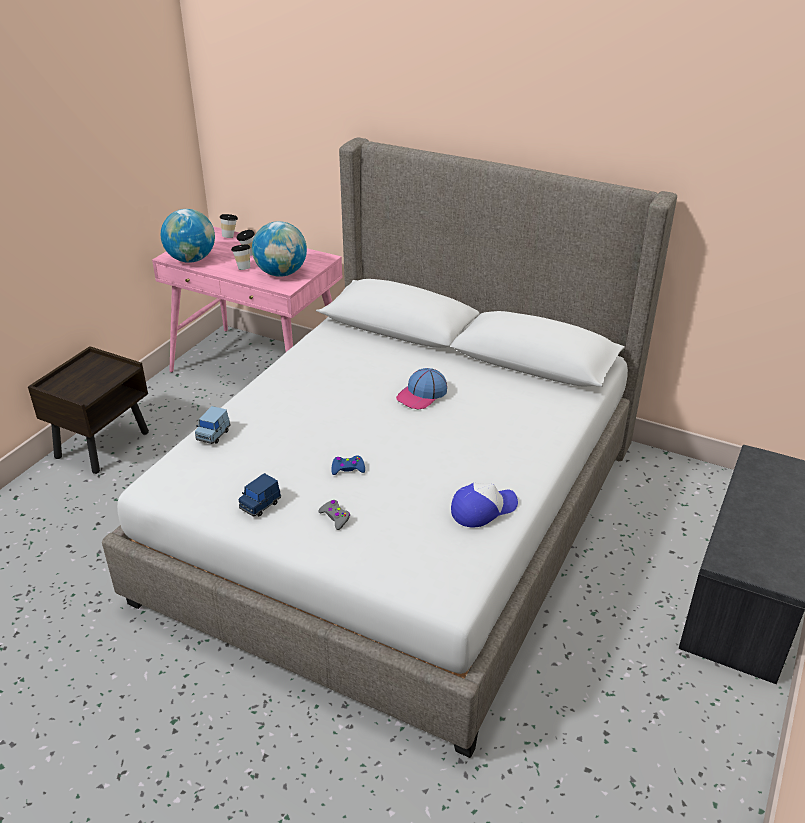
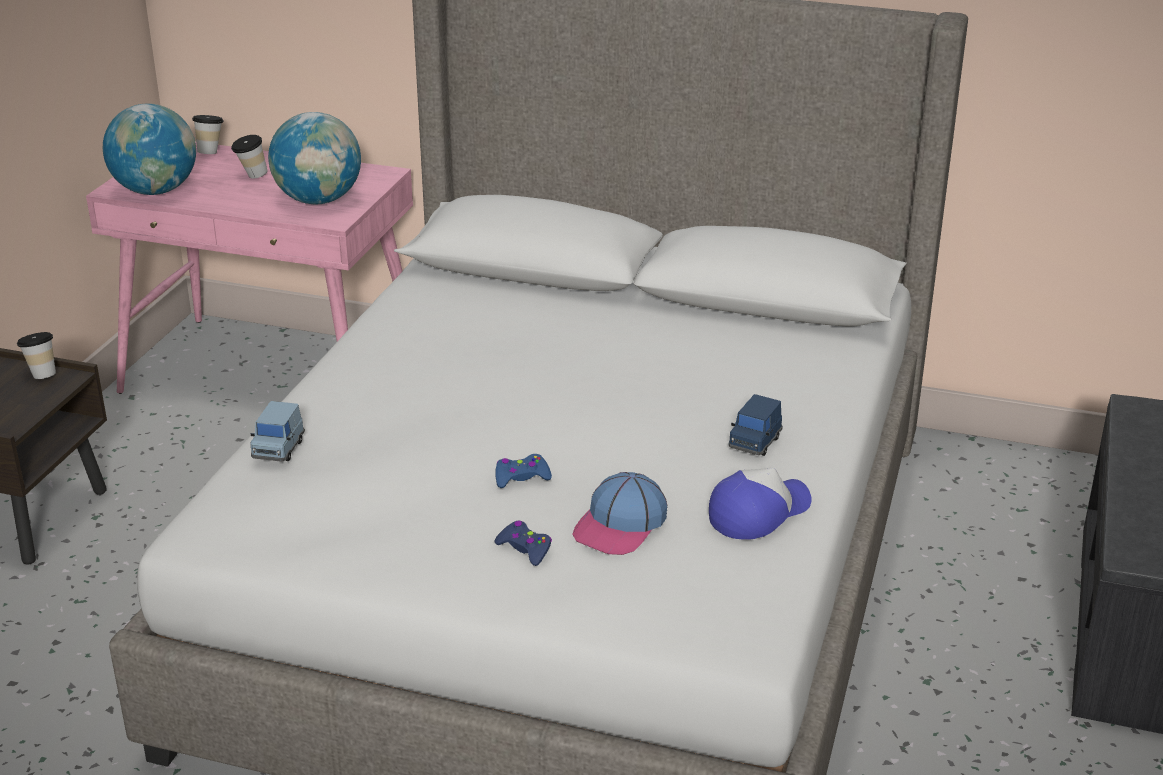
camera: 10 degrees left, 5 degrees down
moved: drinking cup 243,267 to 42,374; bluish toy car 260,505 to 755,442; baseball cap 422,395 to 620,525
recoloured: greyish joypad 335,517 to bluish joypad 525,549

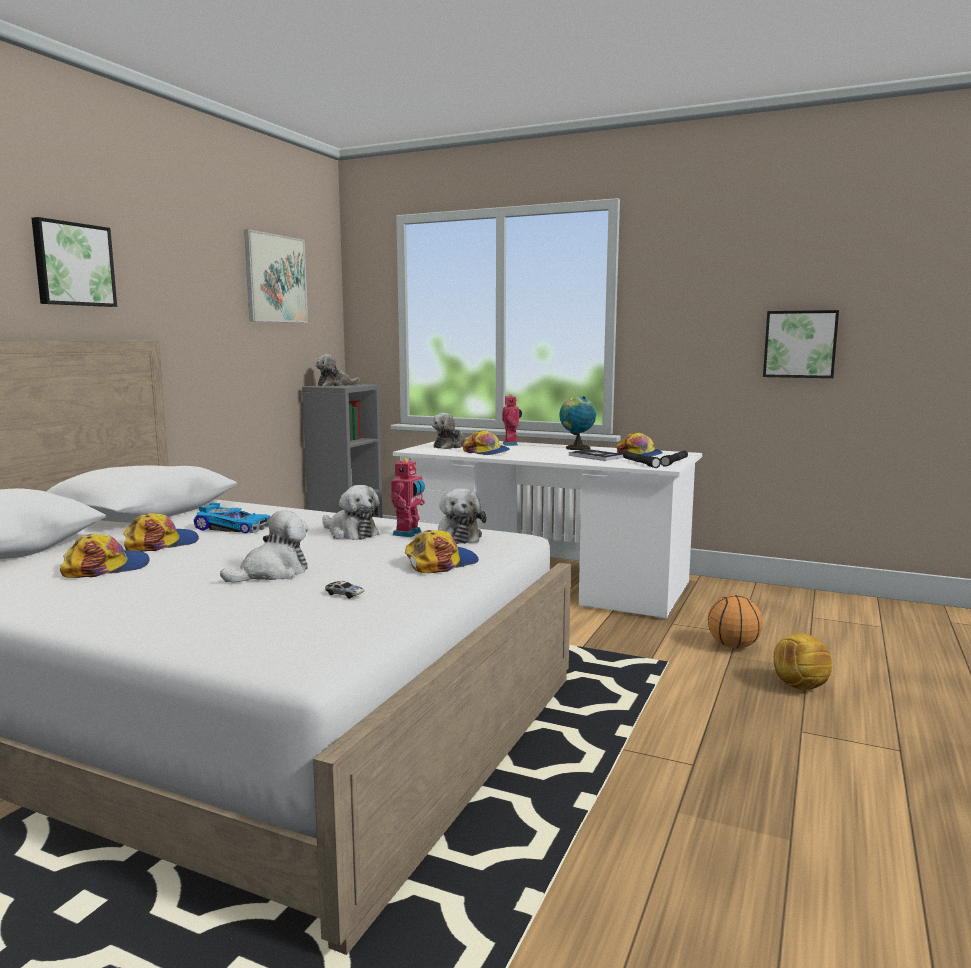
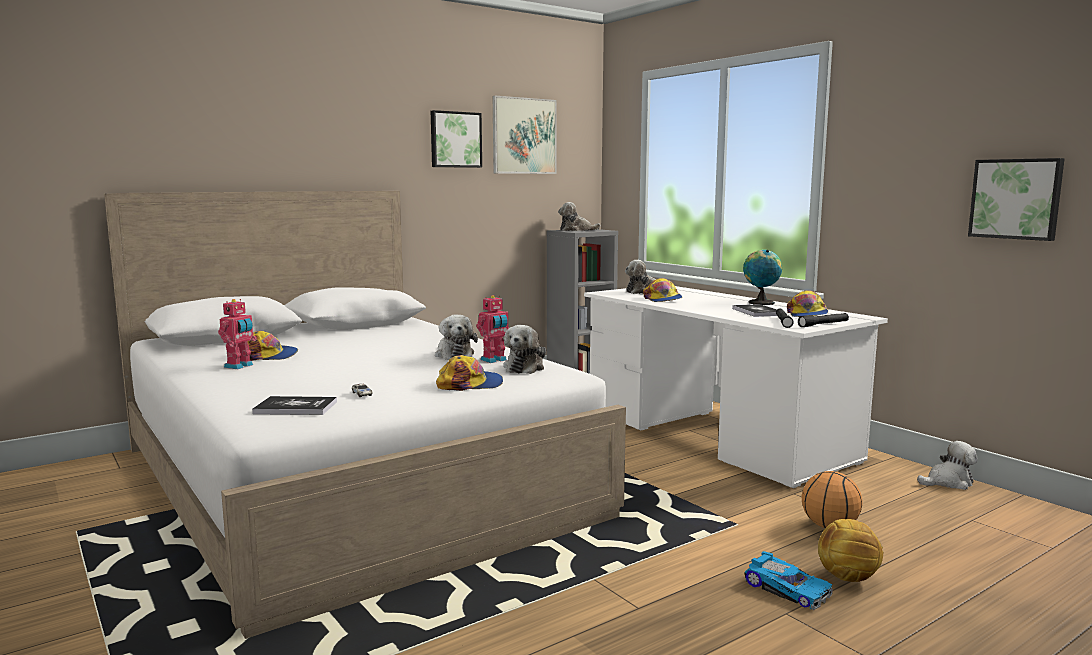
camera: 30 degrees right, 0 degrees up
removed: baseball cap 161,543
added: book 295,407
moved: wall art 73,264 to 455,139; toy car 234,527 to 788,588; plush toy 272,573 to 948,482; model robot 511,444 to 240,366

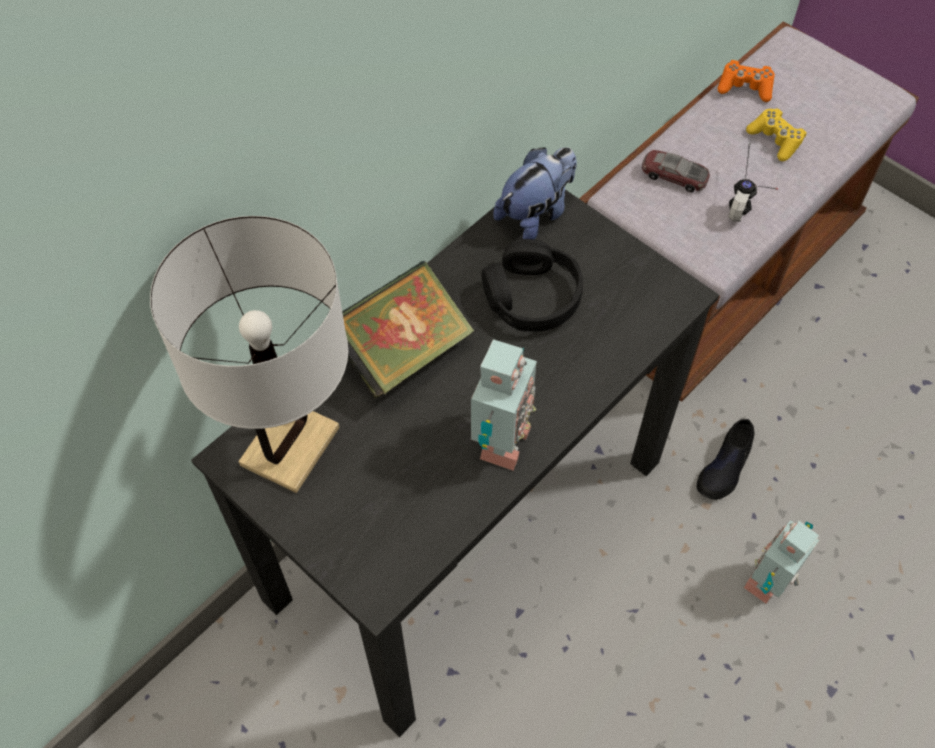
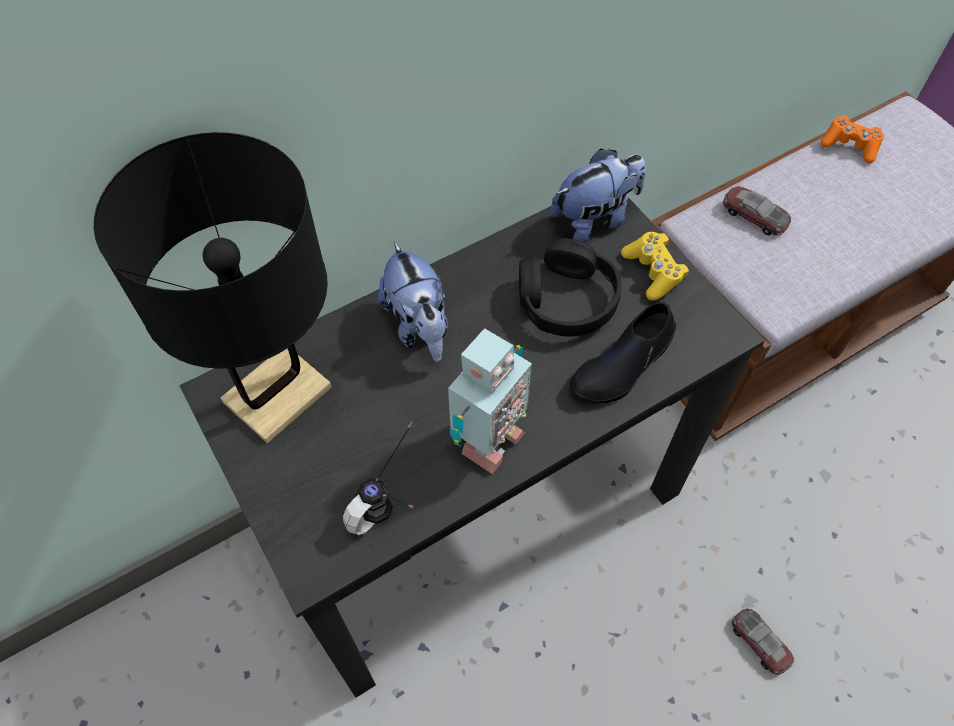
camera: 15 degrees right, 0 degrees up
moved: black-coloured shoe 725,466 to 622,365; headphones 749,201 to 398,502; yellowish joypad 775,140 to 653,271
replaced: book 403,352 to plush toy 419,326; model robot 770,582 to toy car 760,642
recoloured: white tabletop lamp 290,447 to black-coloured tabletop lamp 277,395

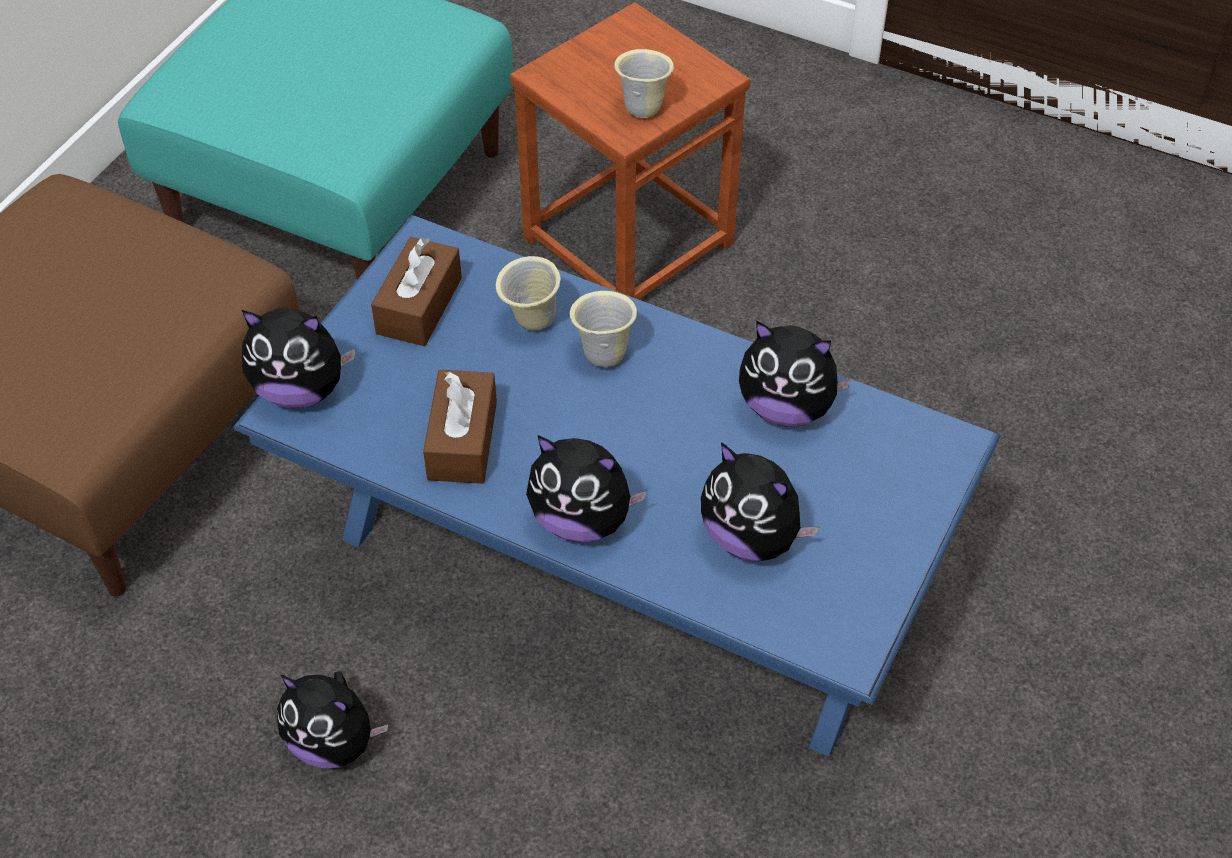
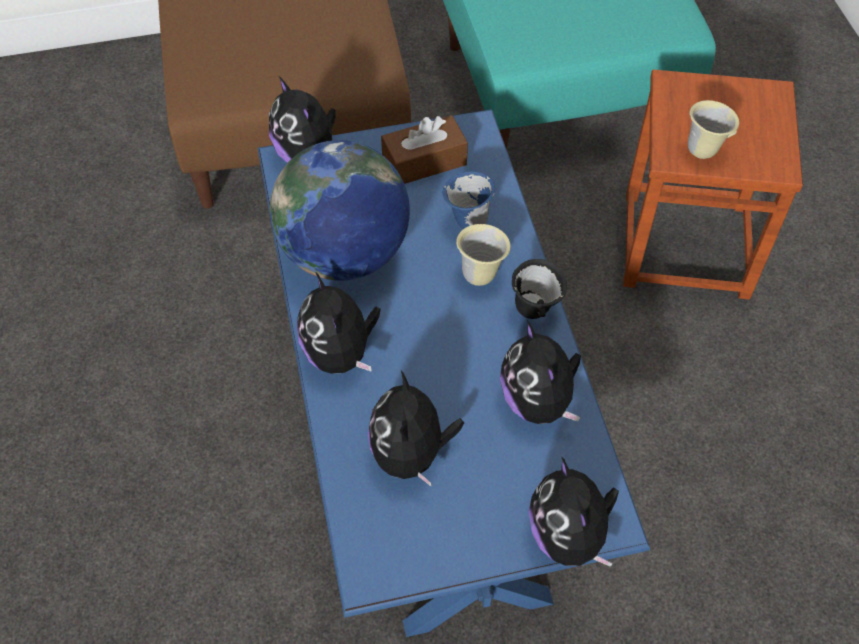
camera: 50 degrees right, 5 degrees up
added: black-coloured mug 535,312
moved: plush toy 334,742 to 569,536
replaced: brownish tissue holder 462,440 to desk globe 344,253
recoloured: beige mug 530,323 to bluish mug 467,221

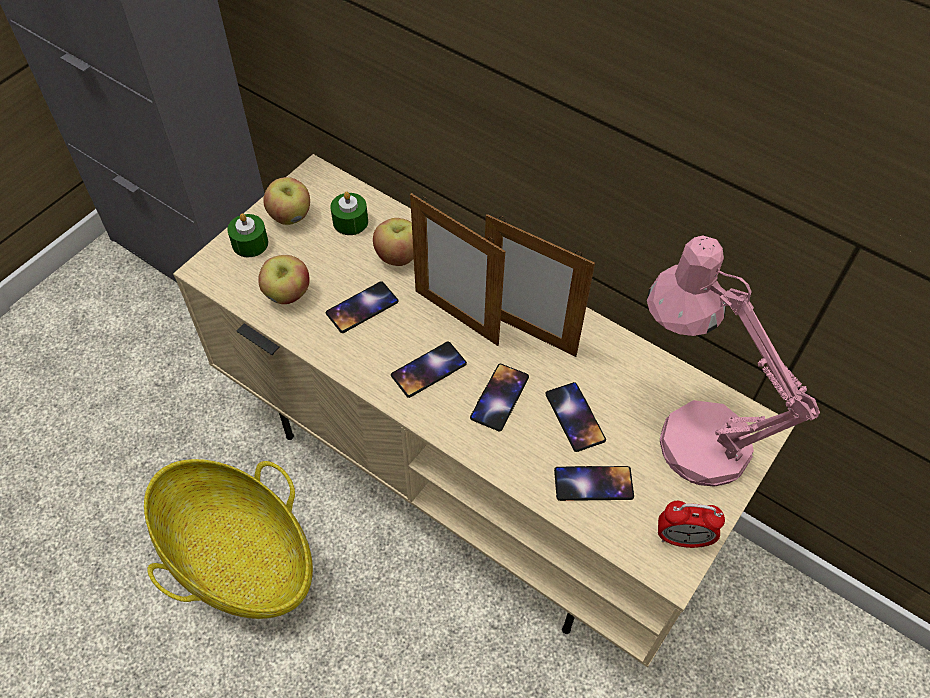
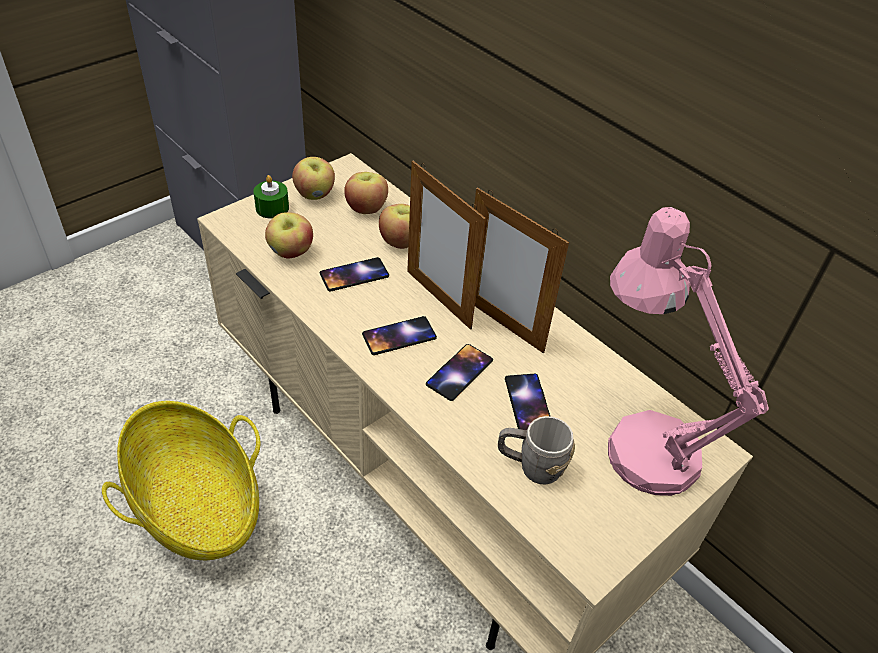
camera: 10 degrees right, 10 degrees down
removed: table clock 682,539
replaced: green-coloured wax light 350,222 to whole apple 366,208; handset 593,483 to greyish mug 531,466

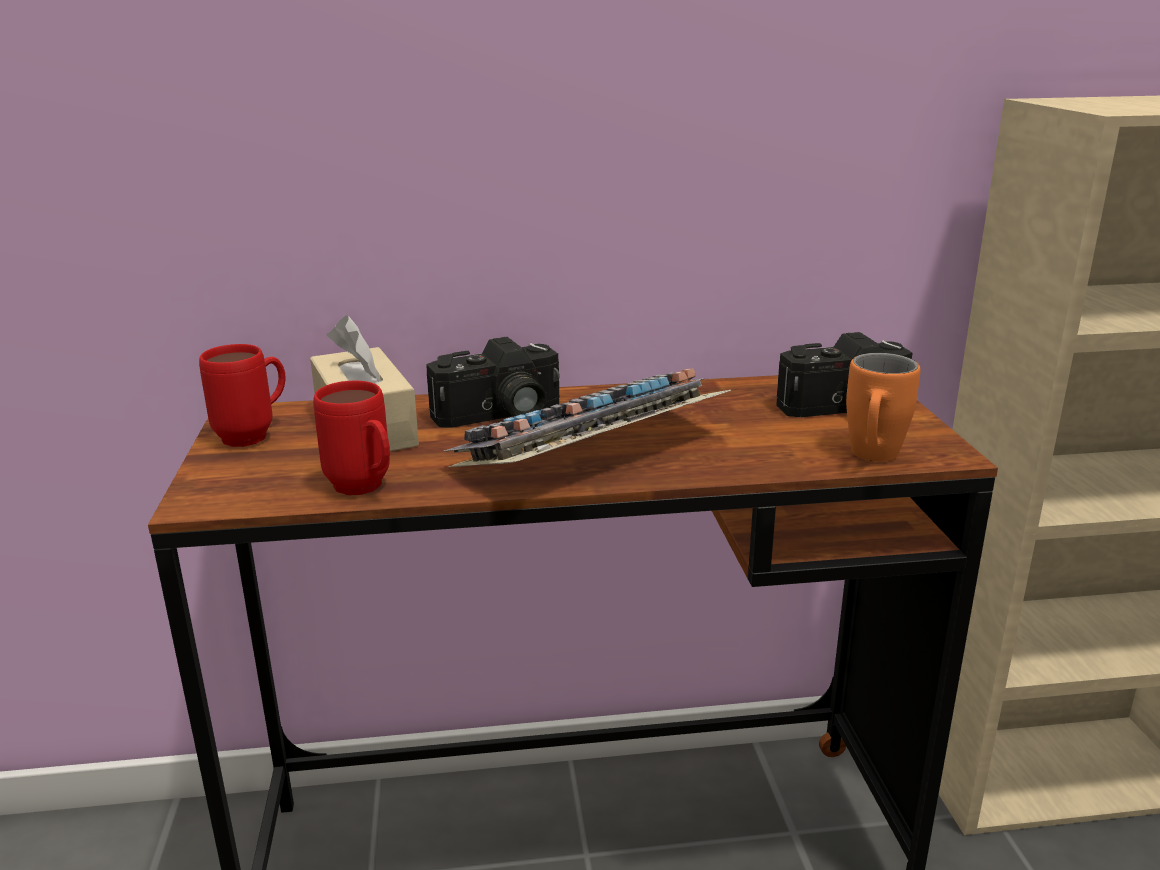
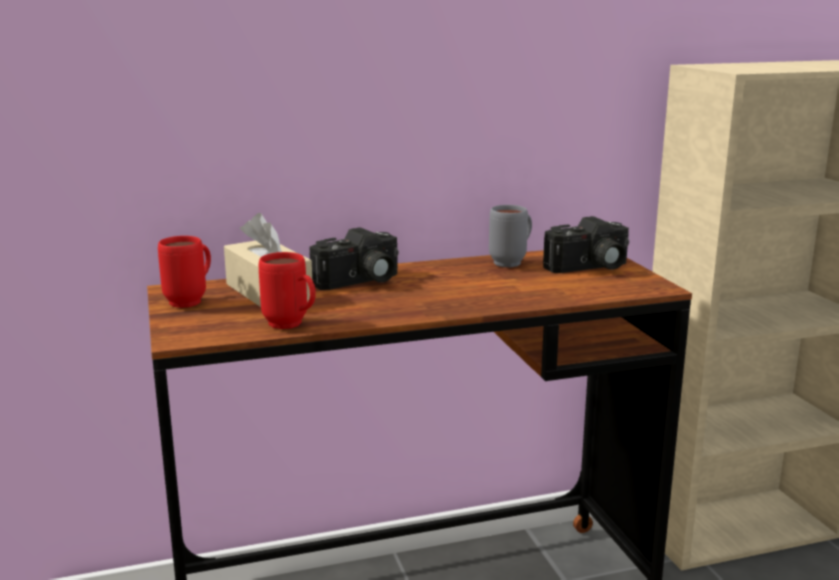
camera: 10 degrees left, 5 degrees down
removed: keyboard 590,453; orangey mug 872,459
added: greyish mug 512,262

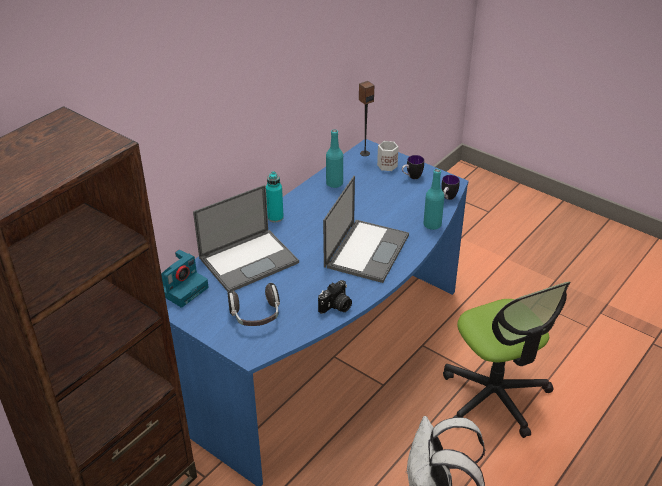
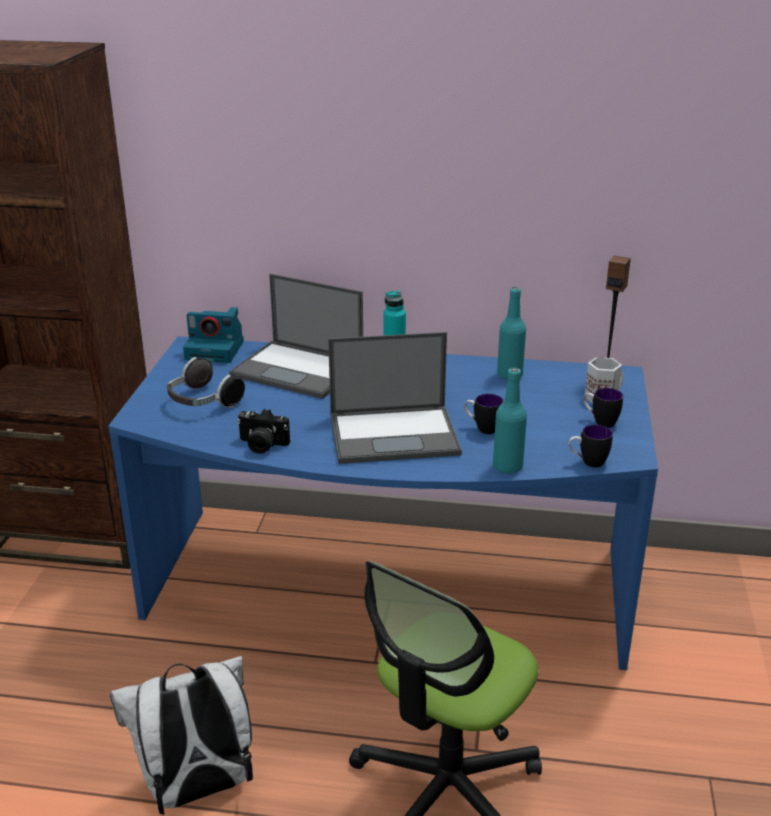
camera: 60 degrees right, 10 degrees down
added: mug 482,428

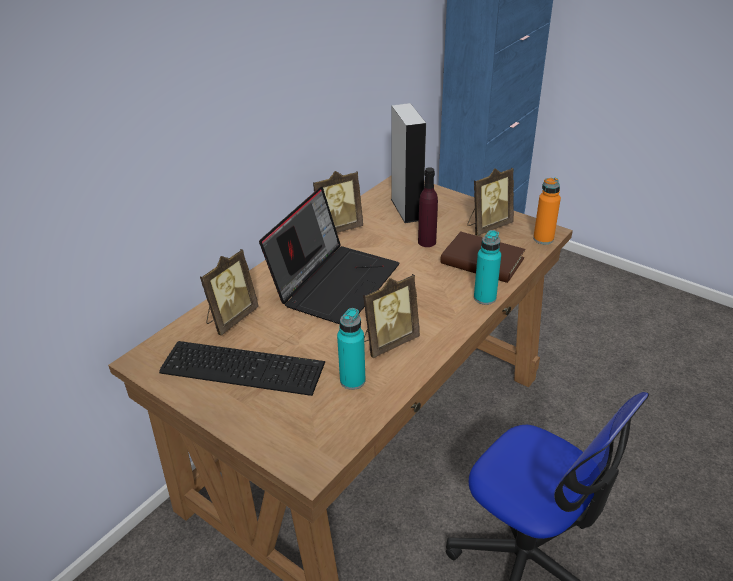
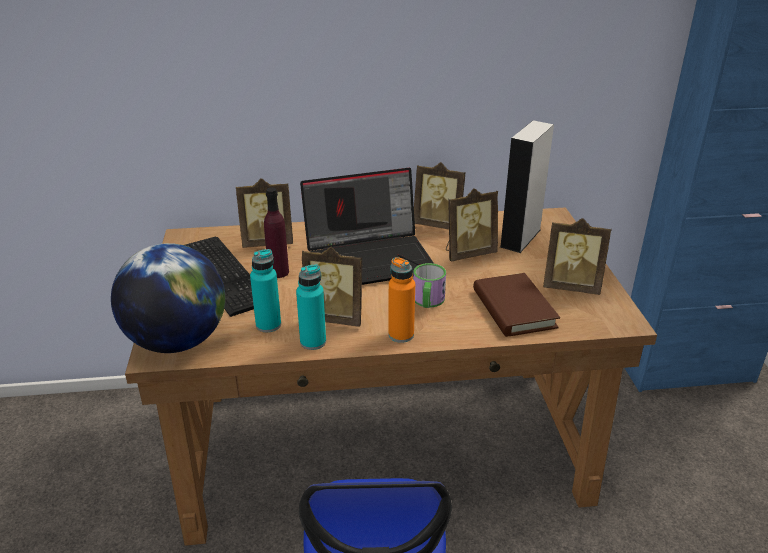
camera: 45 degrees right, 5 degrees down
added: desk globe 177,341; mug 428,301; picture frame 468,253
moved: purple-coloured beverage bottle 427,242 to 278,272; turquoise-coloured beverage bottle 484,298 to 313,342; orangey beverage bottle 543,239 to 401,335

